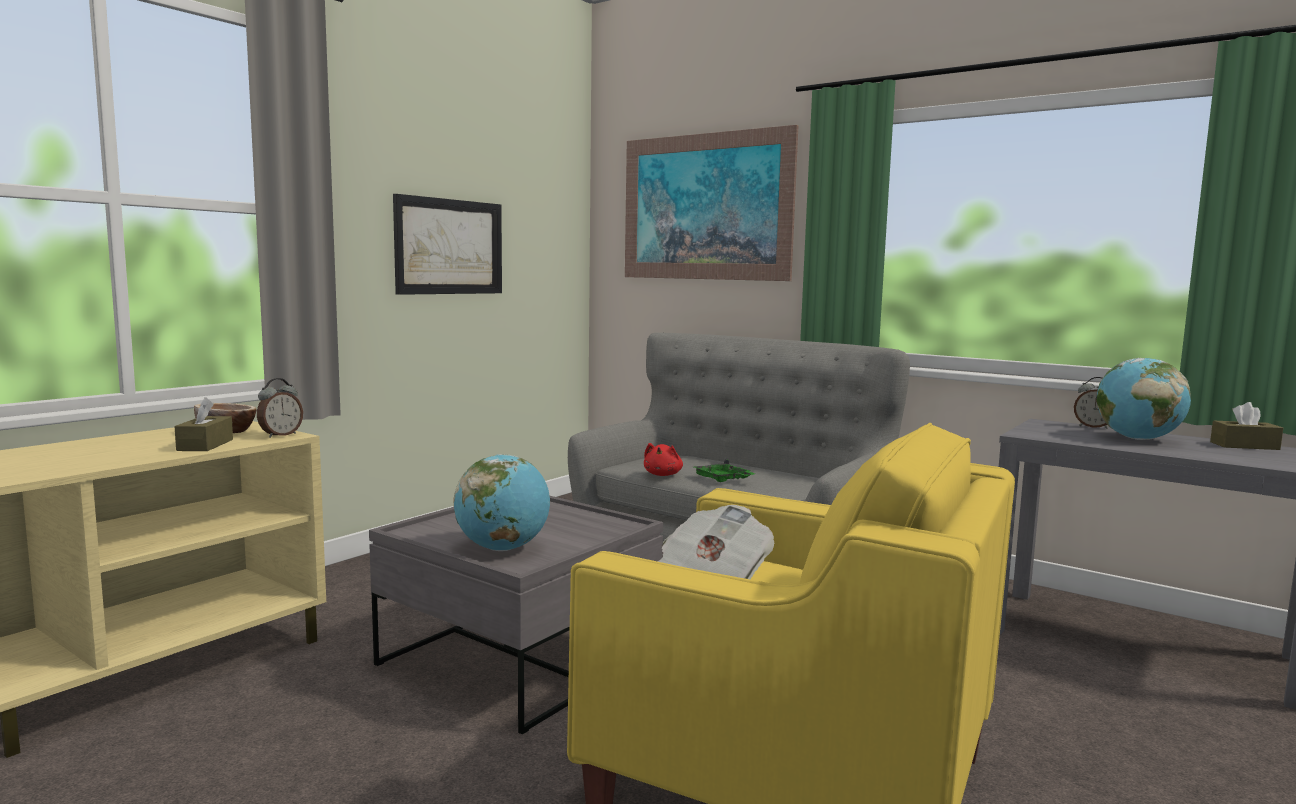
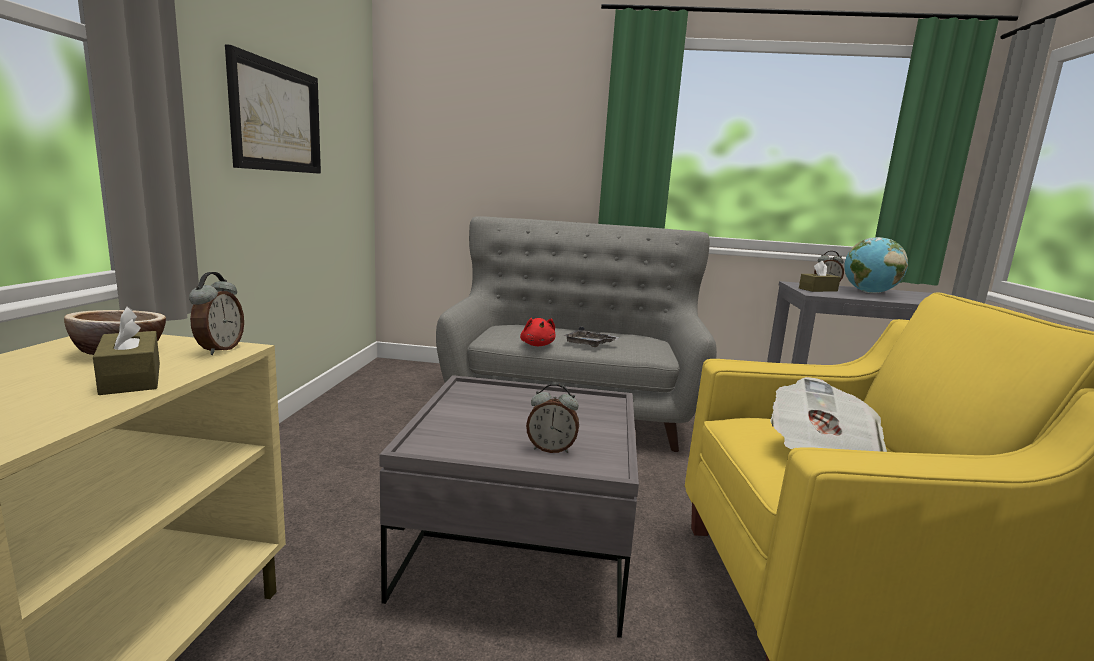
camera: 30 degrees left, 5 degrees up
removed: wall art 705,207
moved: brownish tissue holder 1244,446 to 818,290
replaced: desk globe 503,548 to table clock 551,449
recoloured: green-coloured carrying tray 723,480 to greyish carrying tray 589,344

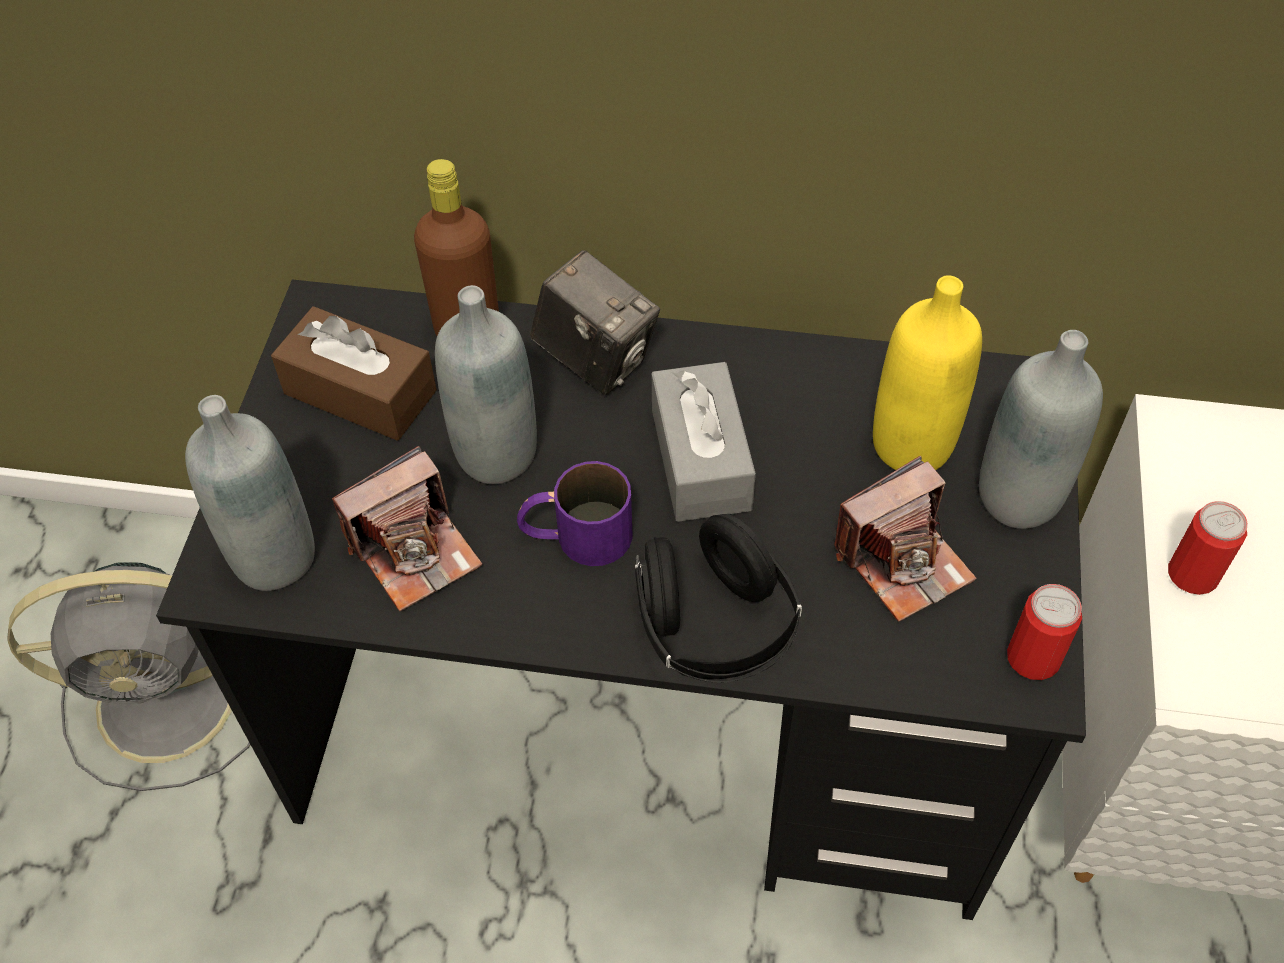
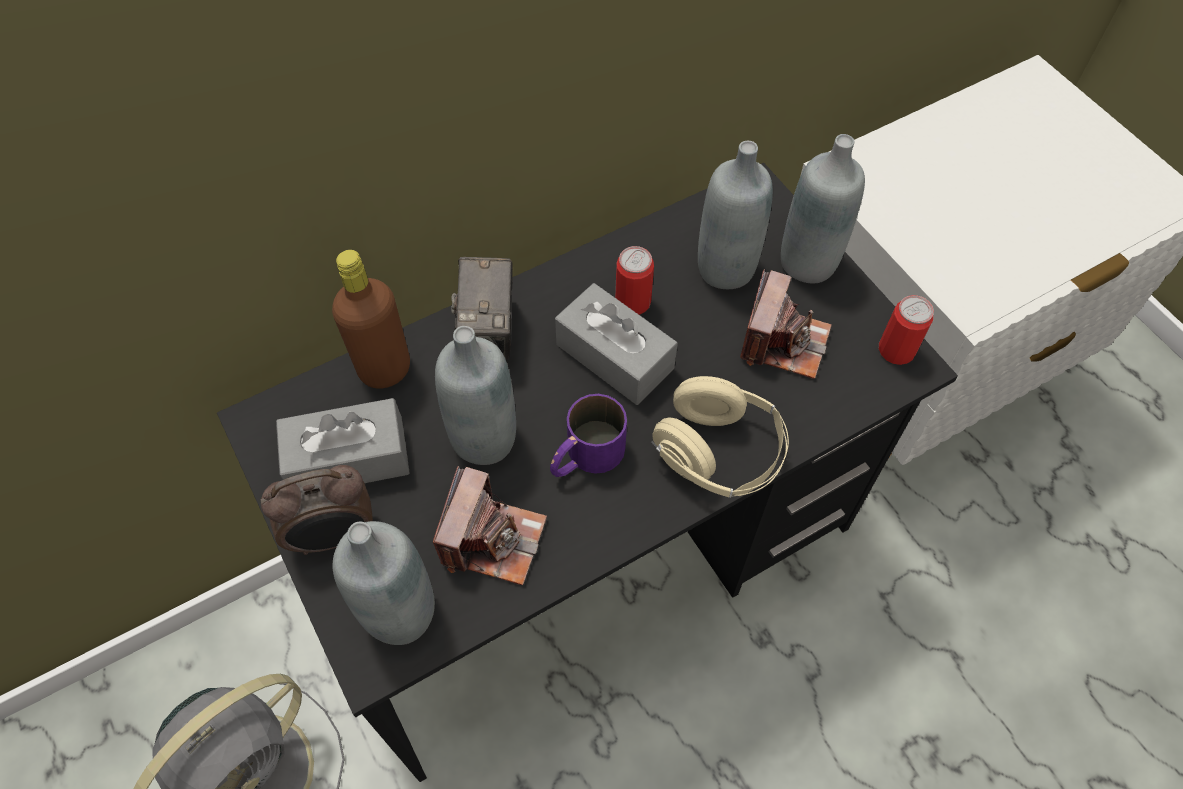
camera: 40 degrees left, 5 degrees up
added: table clock 334,536
moved: sealed can 1192,574 to 632,302
recoloured: brownish tissue holder 360,392 to greyish tissue holder 349,459; black-coloured headphones 714,626 to beige headphones 718,454; yellowish beverage bottle 912,445 to greyish beverage bottle 725,268
turned: photo camera 596,359 = 489,334 90 degrees clockwise

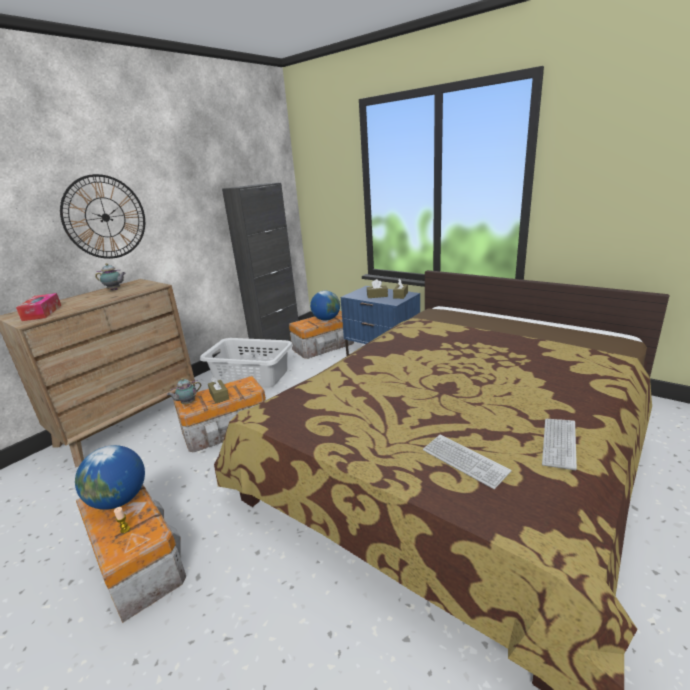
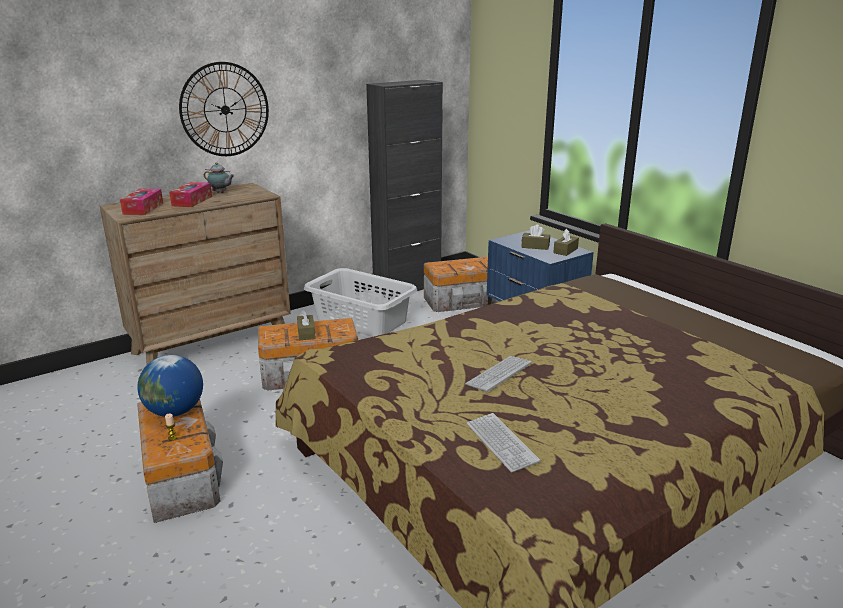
camera: 15 degrees right, 0 degrees up
removed: pot for tea 187,403; desk globe 326,319
added: tissue holder 192,201
moved: keyboard 559,443 to 498,374

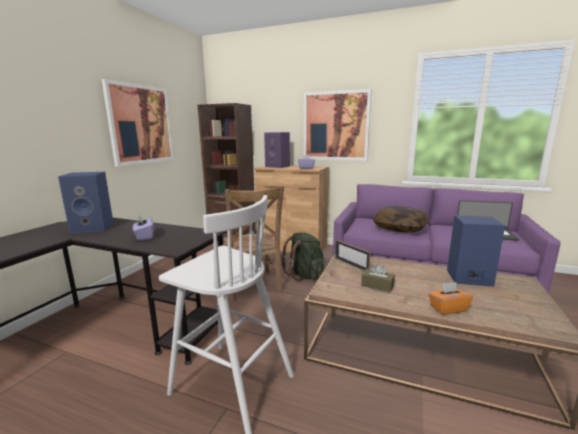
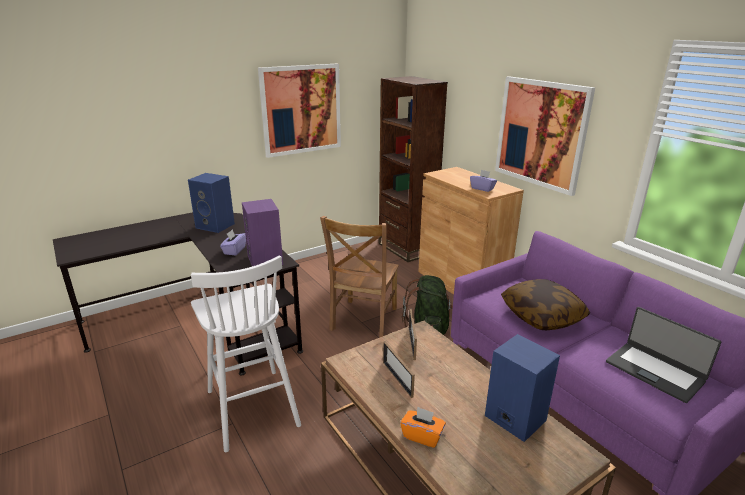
camera: 35 degrees right, 10 degrees up
moved: purple-coloured loudspeaker 278,166 to 266,260
replaced: brownish tissue holder 377,285 to picture frame 397,379

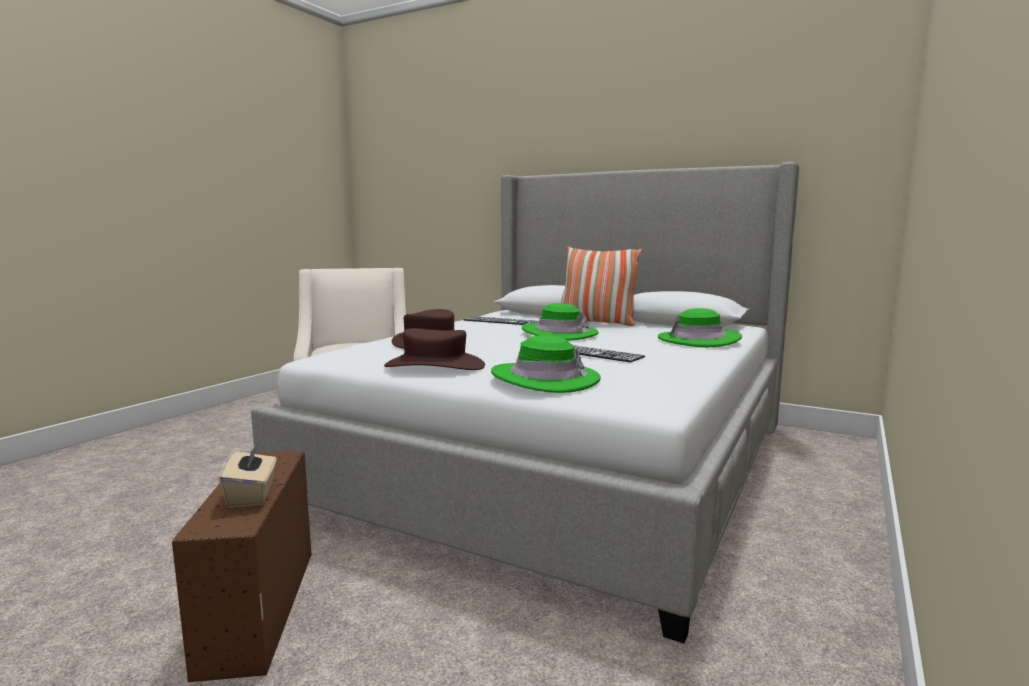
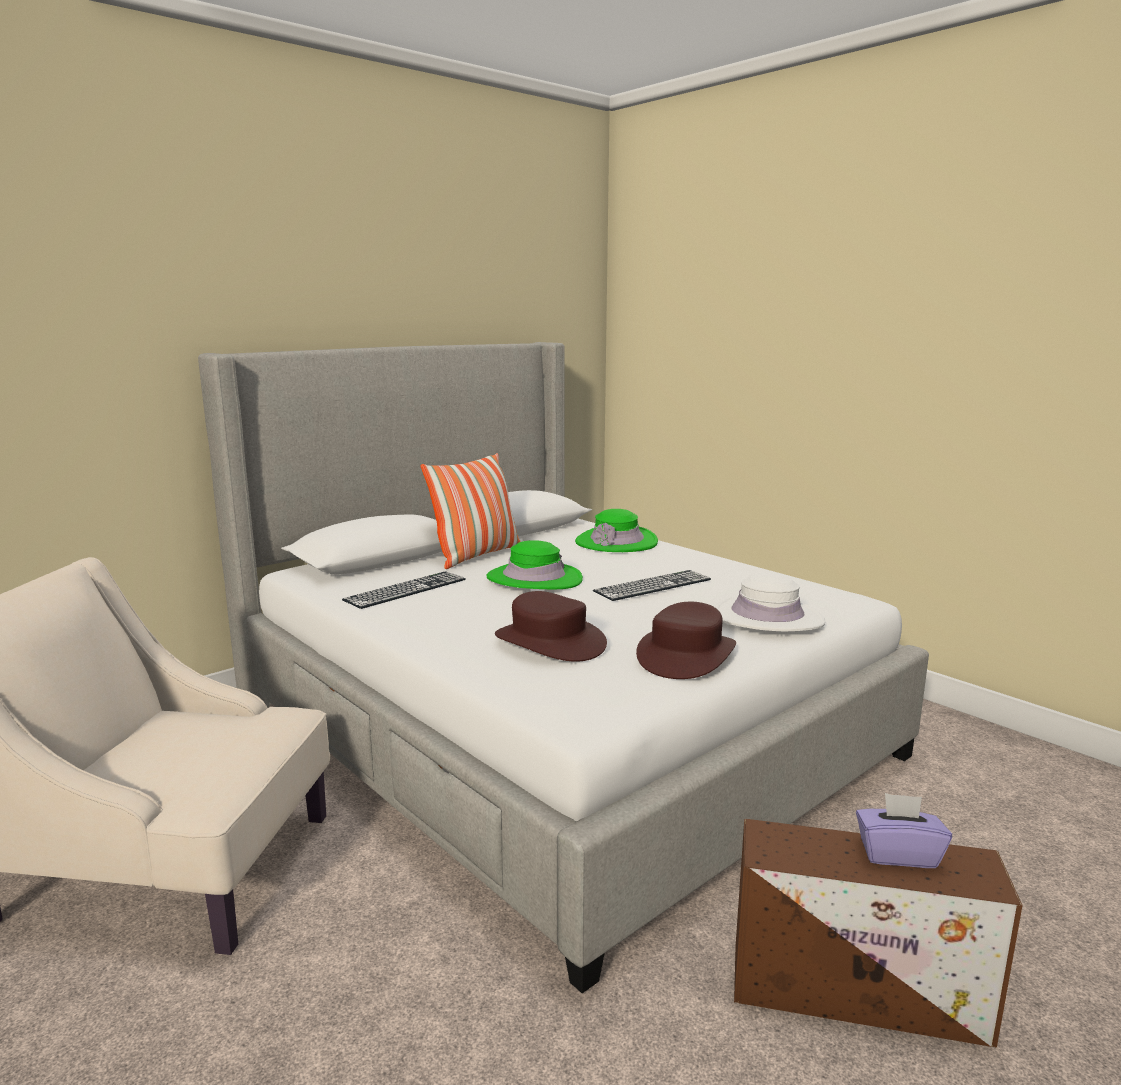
camera: 70 degrees left, 5 degrees up
recoloured: beige tissue holder 252,495 to purple-coloured tissue holder 898,854; green-coloured hat 545,379 to white hat 767,618

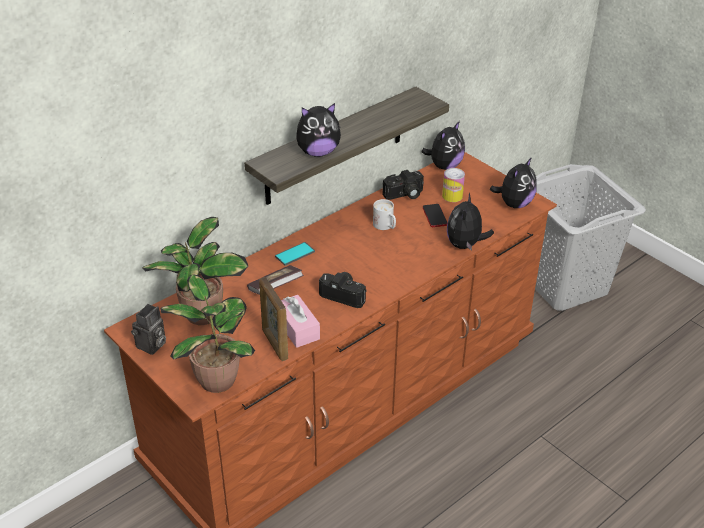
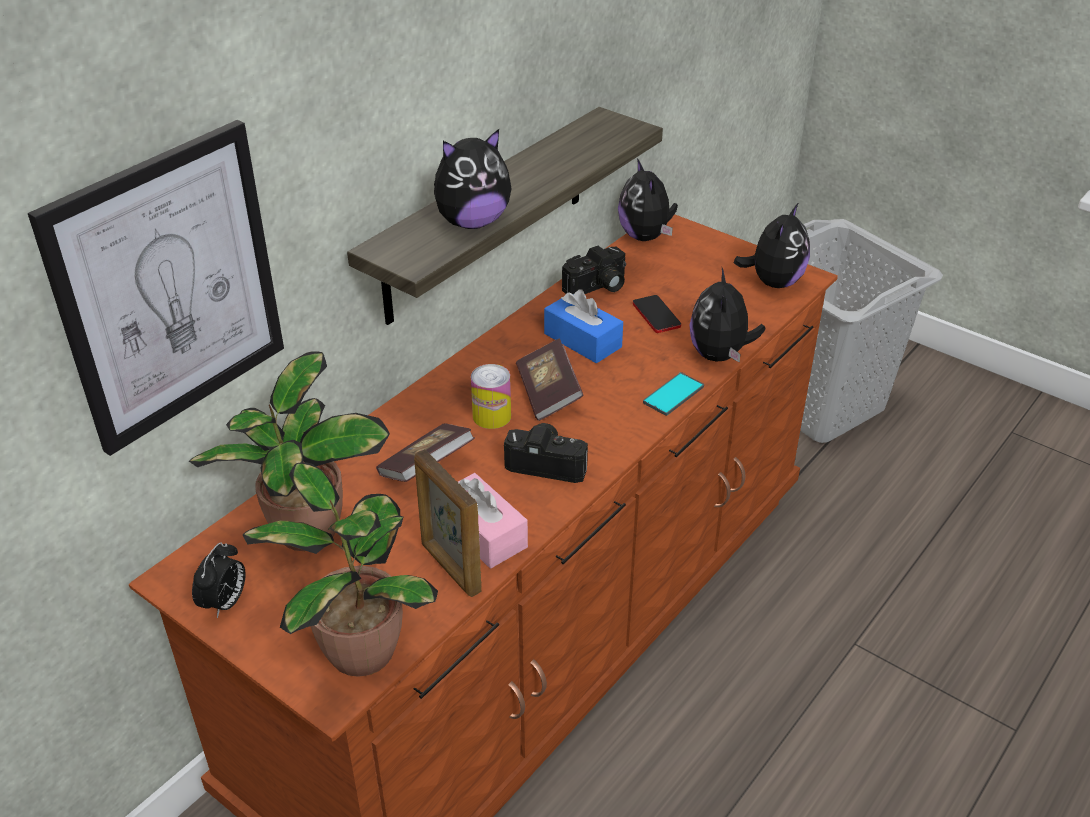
camera: 10 degrees left, 0 degrees up
added: wall art 169,287; book 548,393
moved: handset 295,254 to 673,394; sealed can 452,196 to 492,416
replaced: photo camera 151,346 to table clock 225,603; white mug 385,226 to bluish tissue holder 582,340
turned: plush toy 444,166 = 646,236 135 degrees clockwise

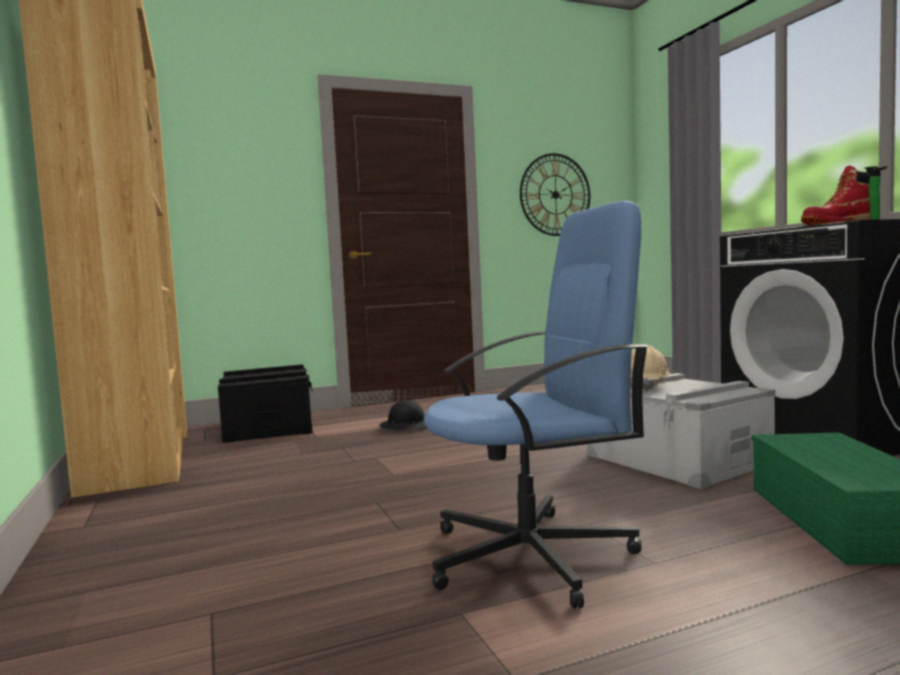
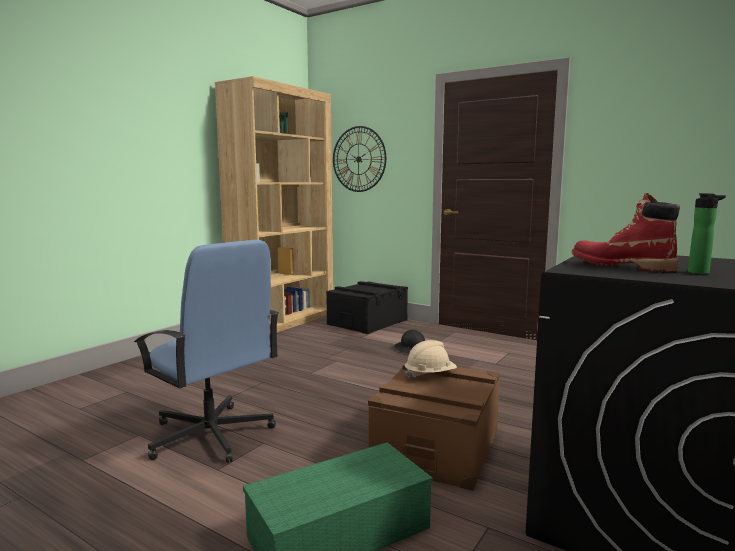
camera: 55 degrees right, 5 degrees up
moved: wall clock 555,195 to 358,159
recoloured: greyish storage box 677,459 to brownish storage box 437,447

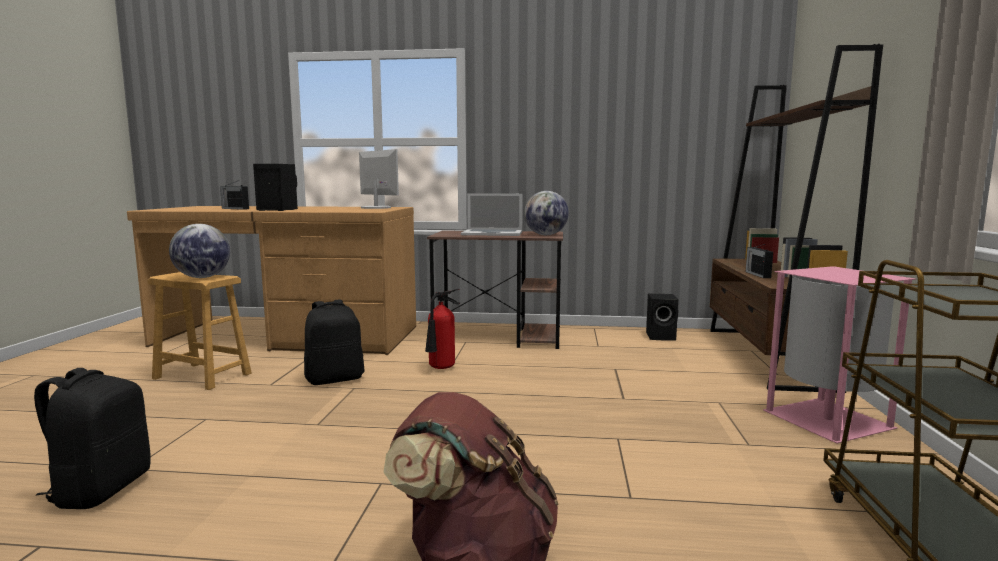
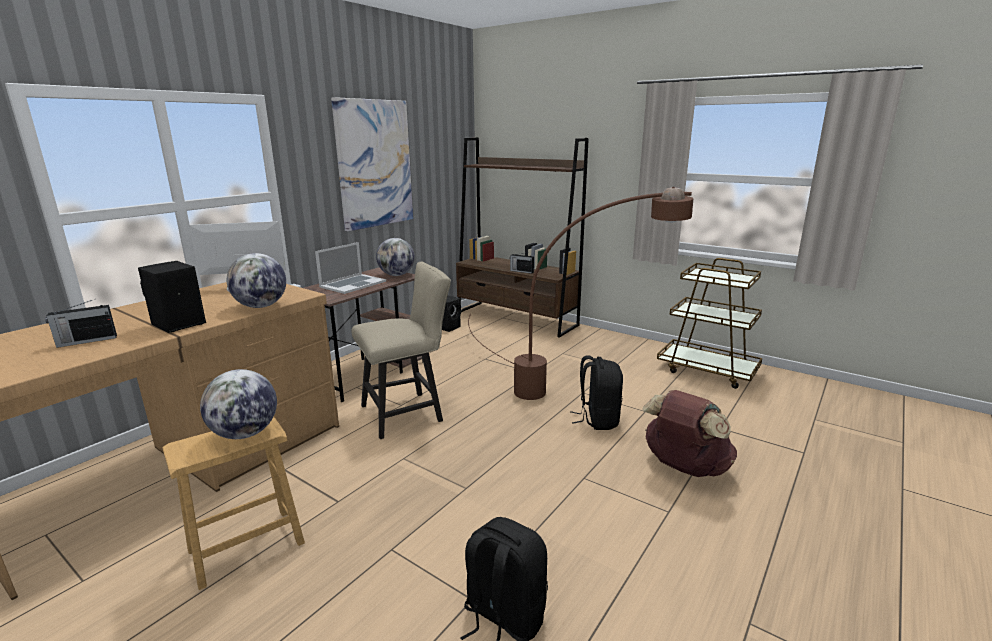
camera: 60 degrees left, 10 degrees up
removed: pink-coloured waste bin 830,420
added: desk globe 261,306; wall art 374,164; brownish standard lamp 567,385
moved: black-coloured backpack 335,379 to 597,419
replaced: fire extinguisher 441,369 to beige upright chair 408,412

